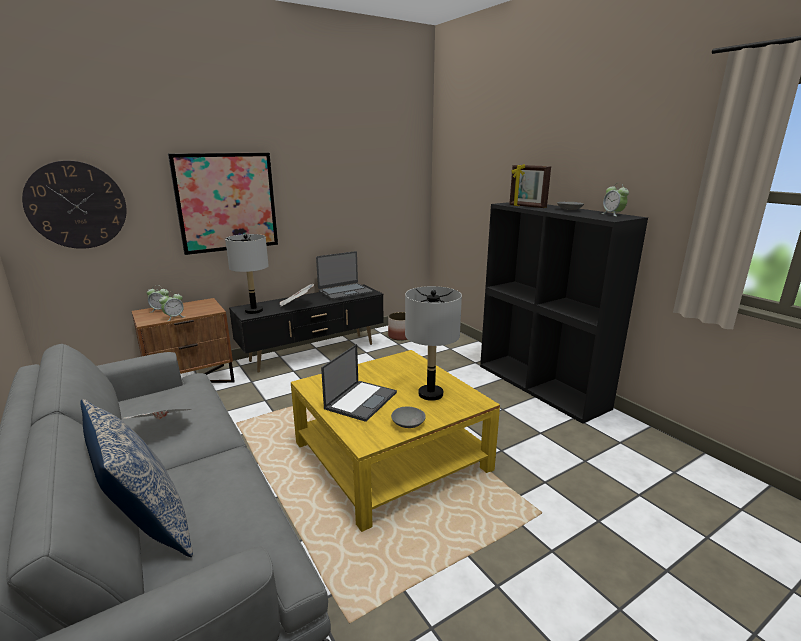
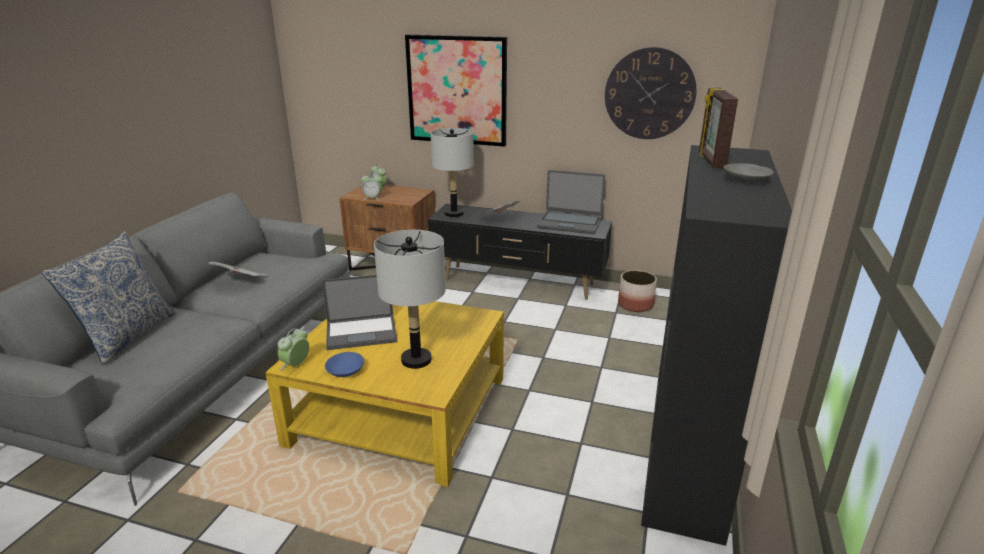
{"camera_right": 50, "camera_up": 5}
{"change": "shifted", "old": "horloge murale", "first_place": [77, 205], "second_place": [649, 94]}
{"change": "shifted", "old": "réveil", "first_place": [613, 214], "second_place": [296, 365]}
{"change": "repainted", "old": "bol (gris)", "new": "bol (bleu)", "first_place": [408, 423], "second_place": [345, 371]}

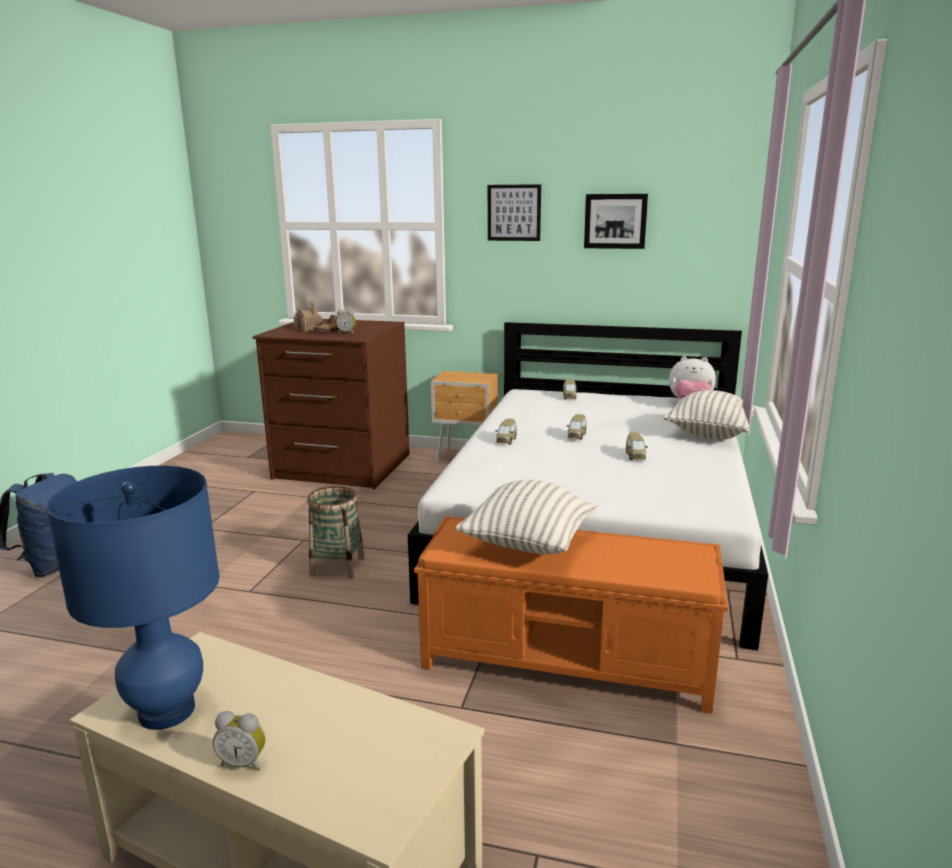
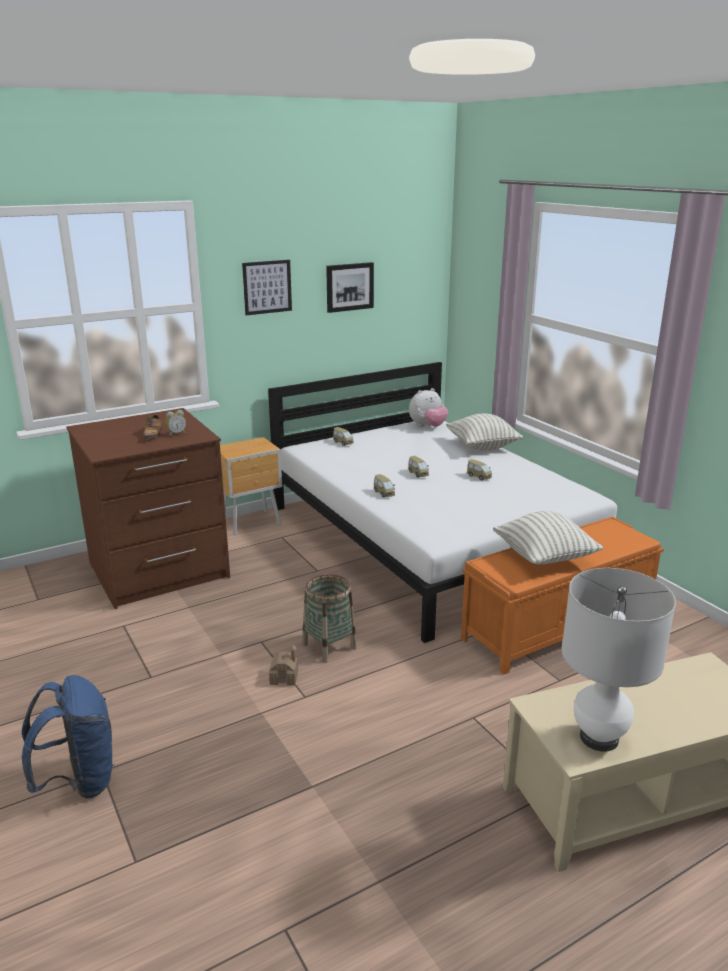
{"camera_right": -45, "camera_up": 5}
{"change": "shifted", "old": "maison miniature", "first_place": [308, 329], "second_place": [284, 677]}
{"change": "repainted", "old": "lampe de table (bleu)", "new": "lampe de table (blanc)", "first_place": [167, 711], "second_place": [599, 738]}
{"change": "gone", "old": "réveil", "first_place": [244, 762]}

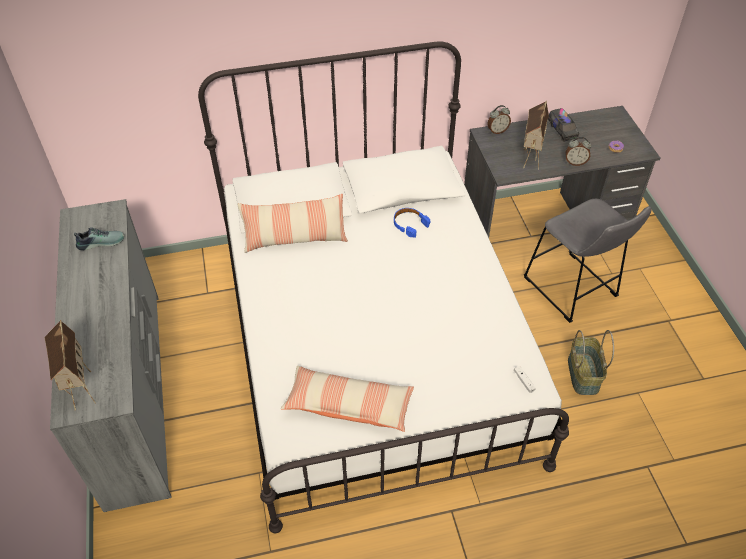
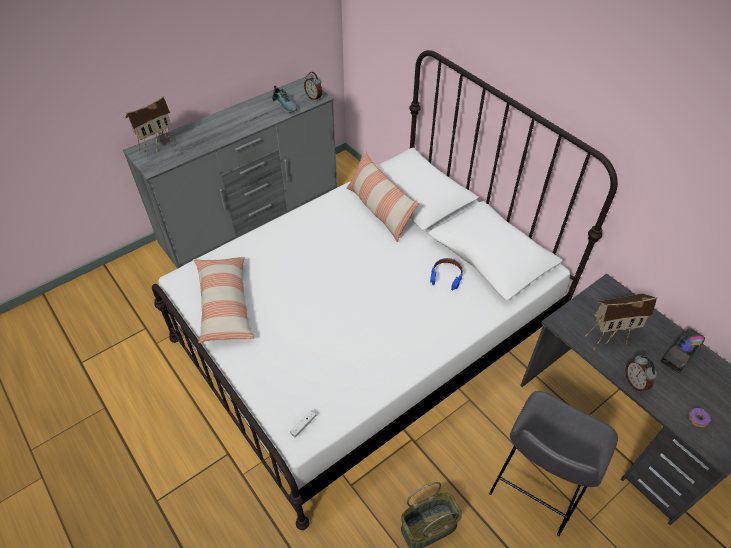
{"camera_right": 65, "camera_up": 0}
{"change": "shifted", "old": "réveil", "first_place": [497, 131], "second_place": [314, 97]}

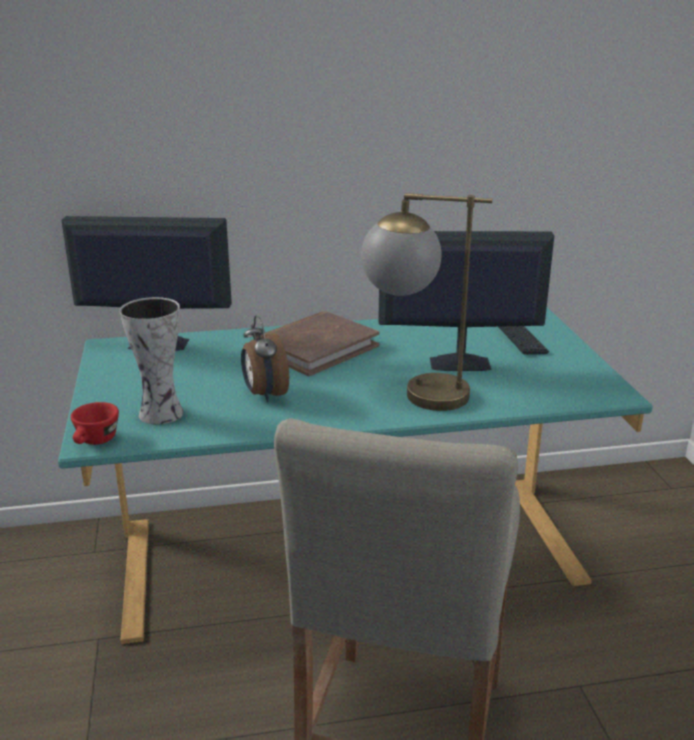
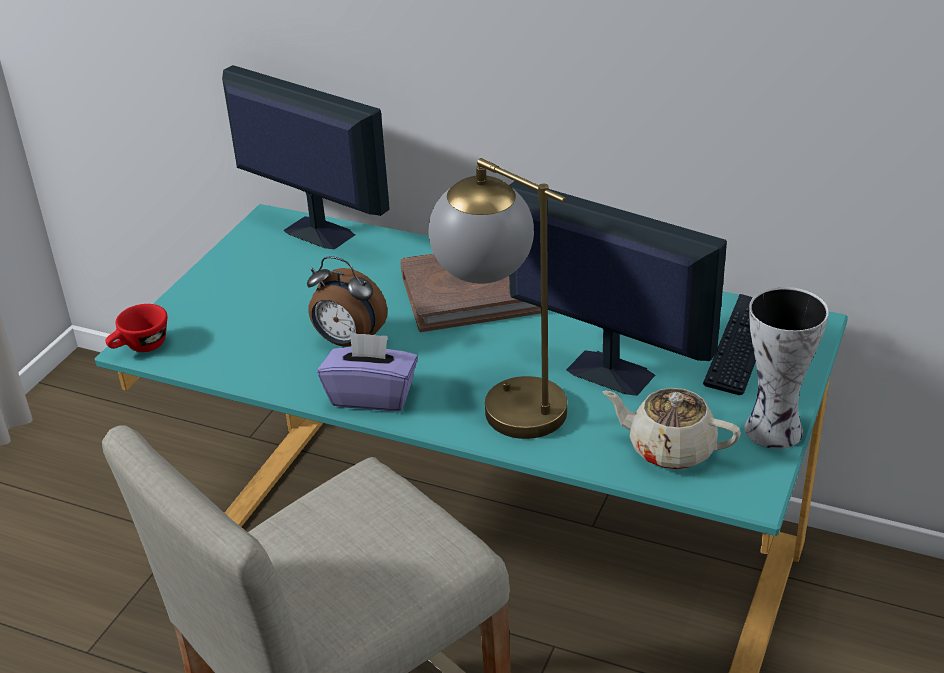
{"camera_right": 35, "camera_up": 10}
{"change": "shifted", "old": "vase", "first_place": [161, 414], "second_place": [773, 432]}
{"change": "rotated", "old": "réveil", "first_place": [264, 394], "second_place": [348, 342], "degrees": -75}
{"change": "new", "new": "boîte à mouchoirs (violet)", "second_place": [372, 395]}
{"change": "new", "new": "théière (beige)", "second_place": [670, 448]}

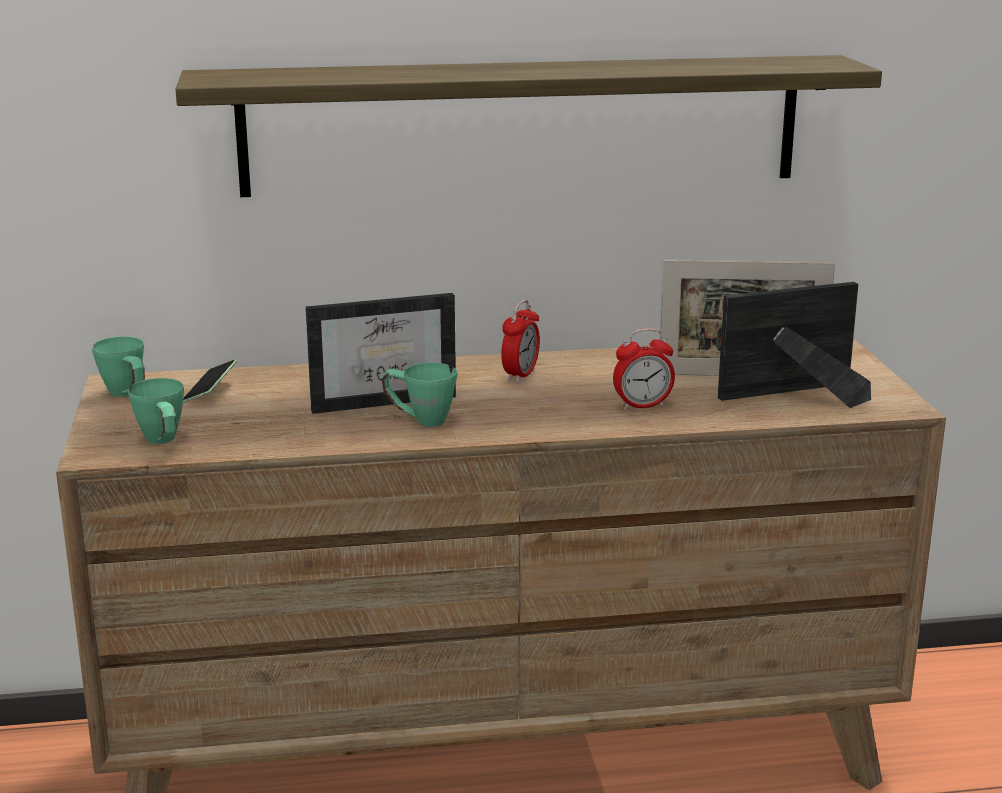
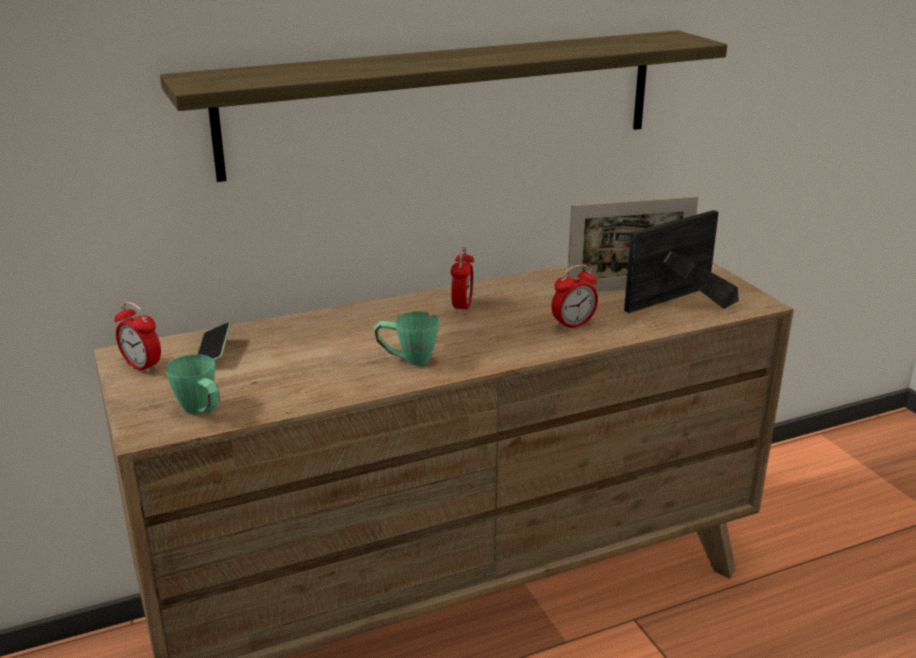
{"camera_right": -15, "camera_up": 5}
{"change": "gone", "old": "cadre photo", "first_place": [383, 398]}
{"change": "swapped", "old": "mug (vert)", "new": "réveil", "first_place": [128, 396], "second_place": [142, 366]}

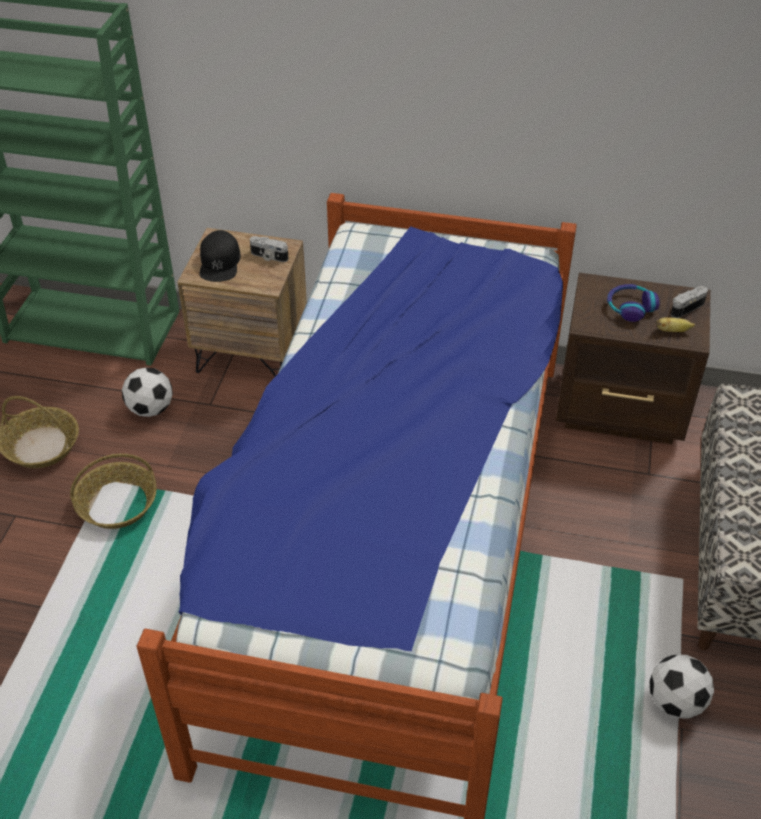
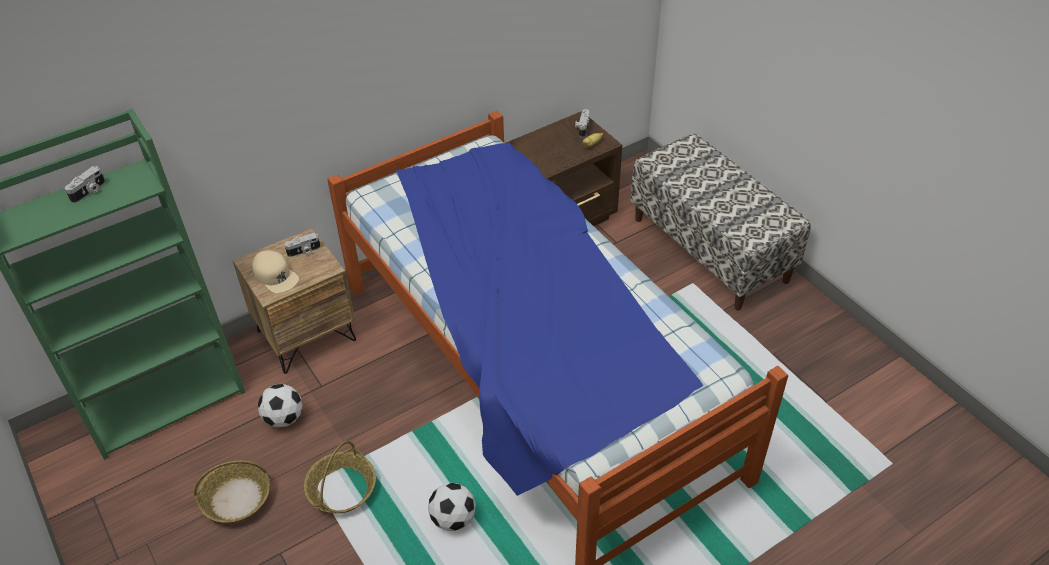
{"camera_right": -45, "camera_up": 0}
{"change": "repainted", "old": "casquette (noir)", "new": "casquette (beige)", "first_place": [220, 262], "second_place": [275, 275]}
{"change": "gone", "old": "casque audio", "first_place": [630, 307]}
{"change": "shifted", "old": "ballon de foot", "first_place": [675, 702], "second_place": [453, 519]}
{"change": "new", "new": "appareil photo", "second_place": [89, 192]}

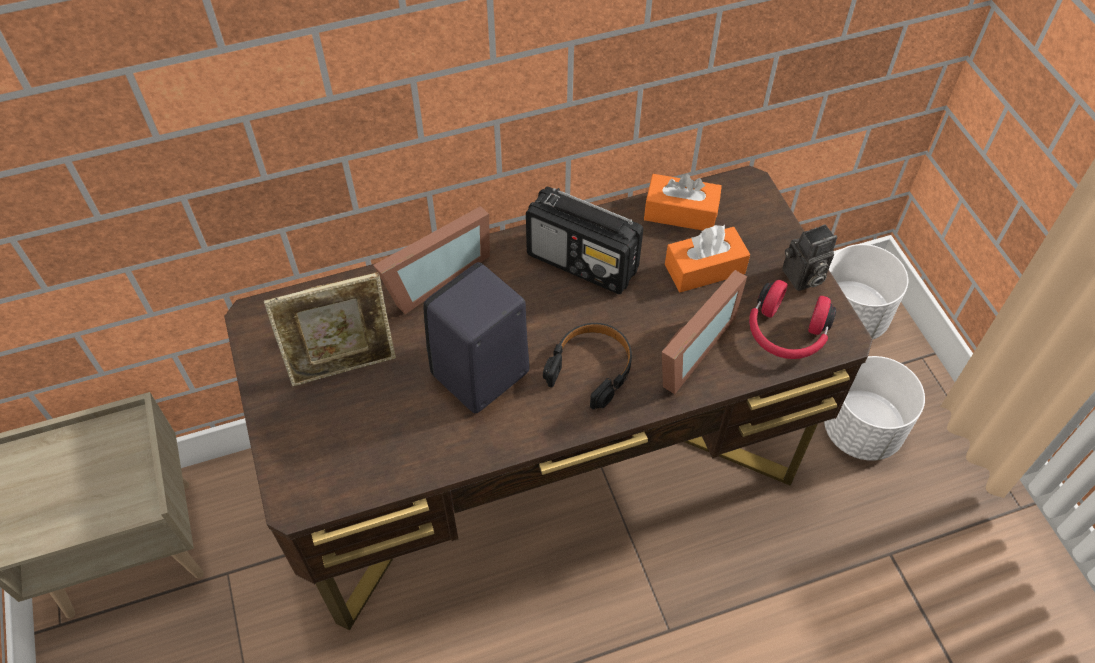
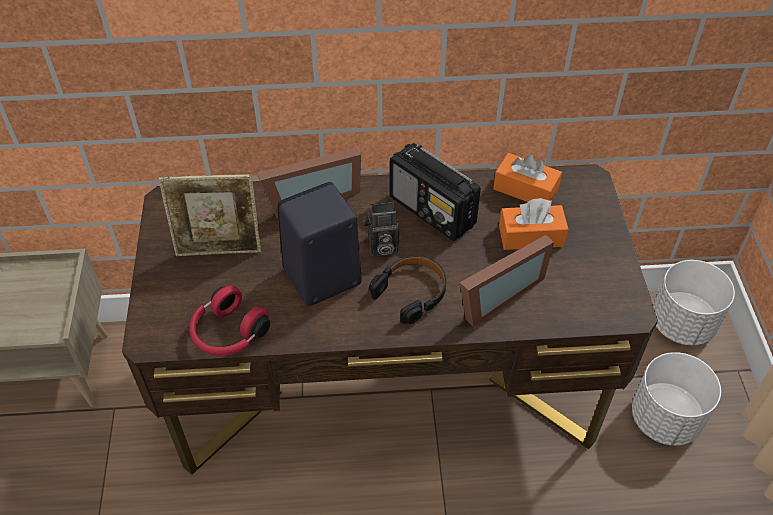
{"camera_right": 15, "camera_up": -5}
{"change": "shifted", "old": "appareil photo", "first_place": [802, 278], "second_place": [381, 247]}
{"change": "shifted", "old": "casque audio (rouge)", "first_place": [786, 334], "second_place": [228, 333]}

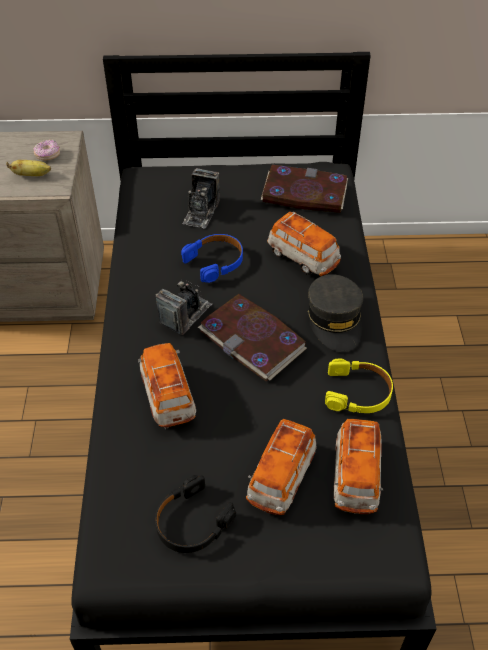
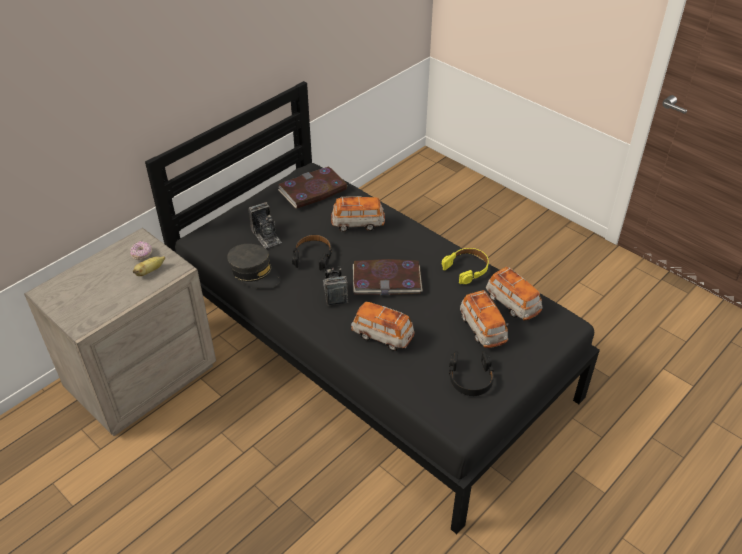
{"camera_right": -45, "camera_up": -5}
{"change": "repainted", "old": "casque audio (bleu)", "new": "casque audio (noir)", "first_place": [215, 261], "second_place": [313, 256]}
{"change": "shifted", "old": "casquette (gris)", "first_place": [335, 320], "second_place": [254, 273]}

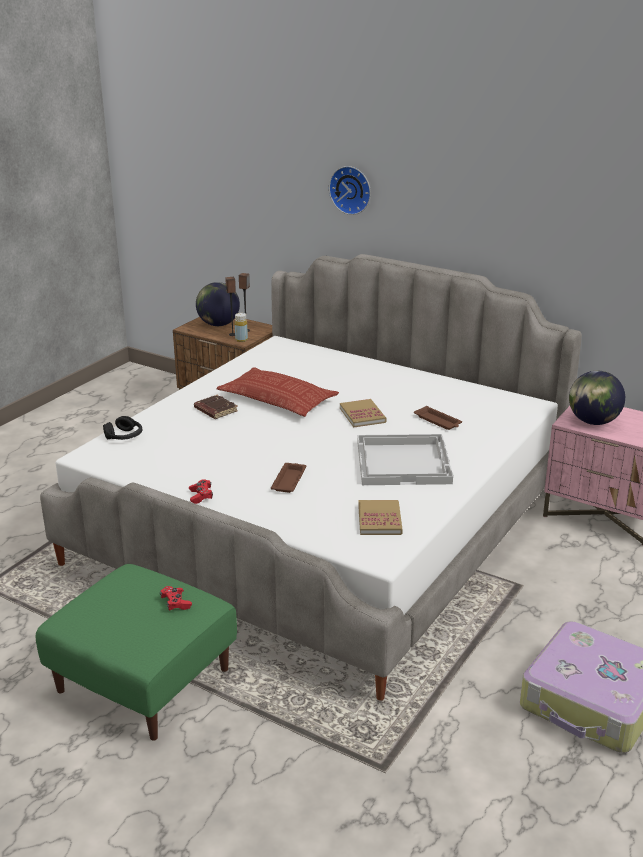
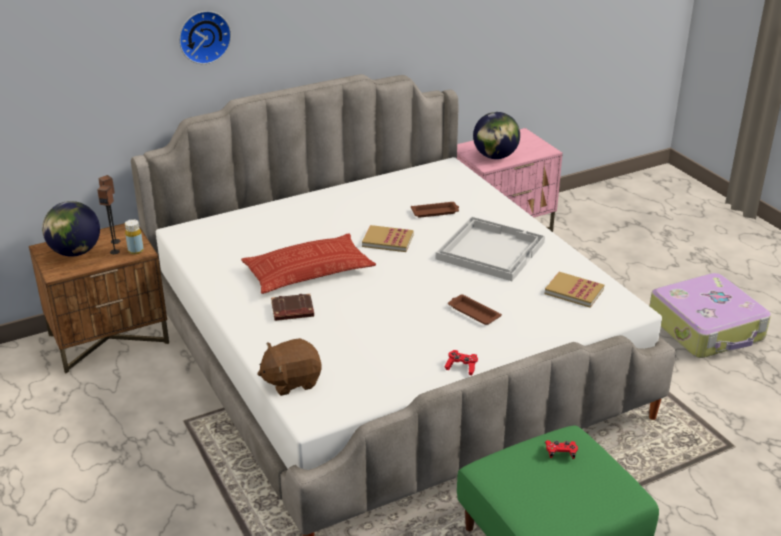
{"camera_right": -60, "camera_up": 5}
{"change": "swapped", "old": "casque audio (noir)", "new": "peluche (marron)", "first_place": [124, 436], "second_place": [291, 381]}

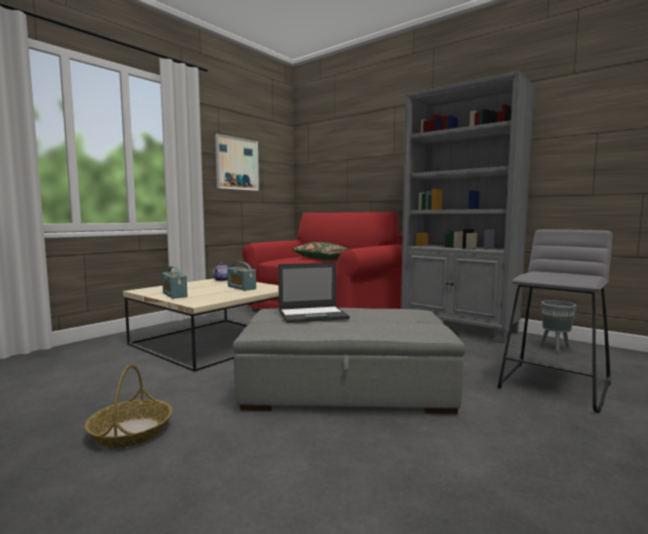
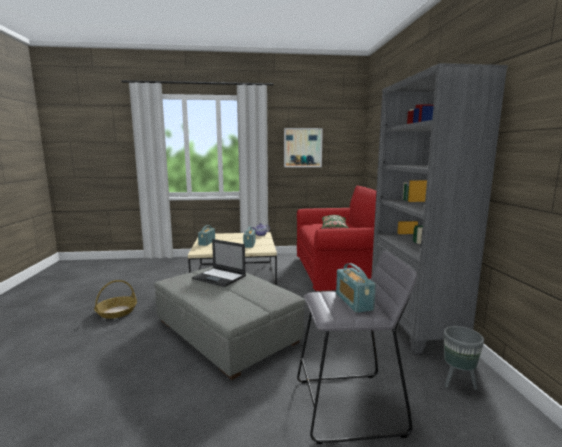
{"camera_right": 45, "camera_up": 5}
{"change": "new", "new": "radio", "second_place": [353, 302]}

